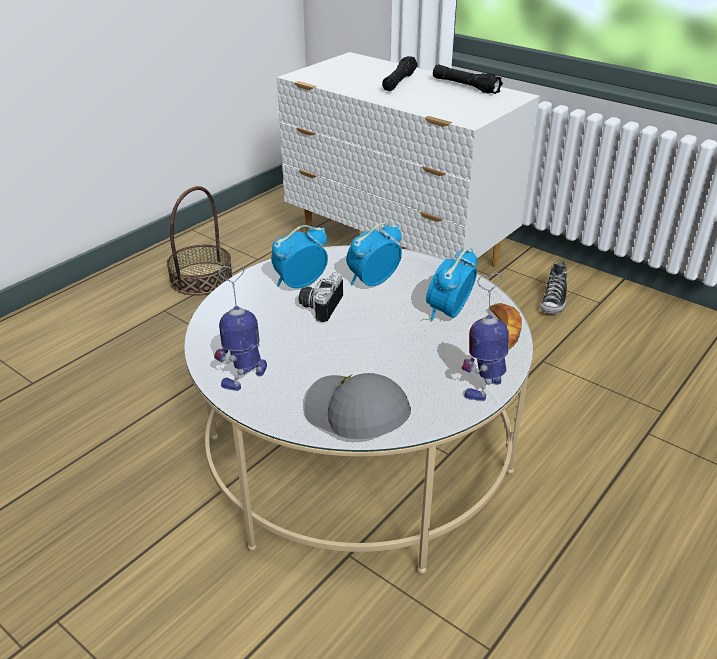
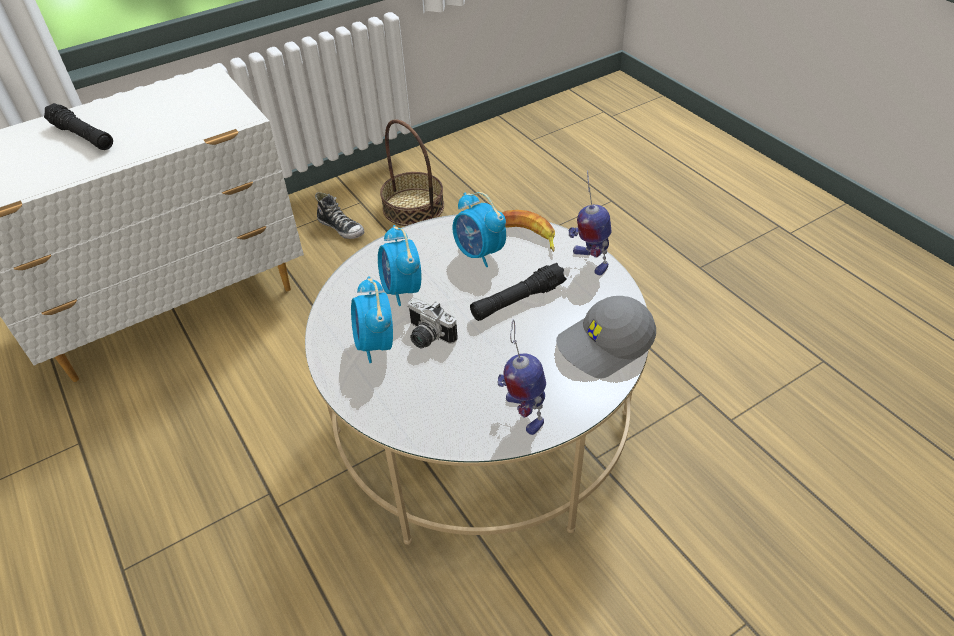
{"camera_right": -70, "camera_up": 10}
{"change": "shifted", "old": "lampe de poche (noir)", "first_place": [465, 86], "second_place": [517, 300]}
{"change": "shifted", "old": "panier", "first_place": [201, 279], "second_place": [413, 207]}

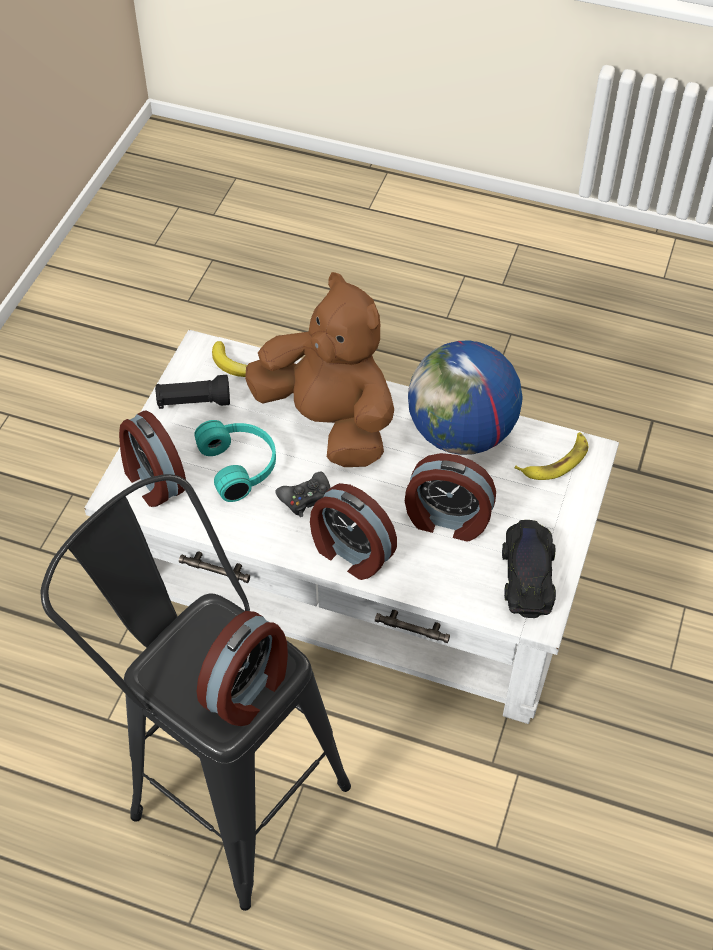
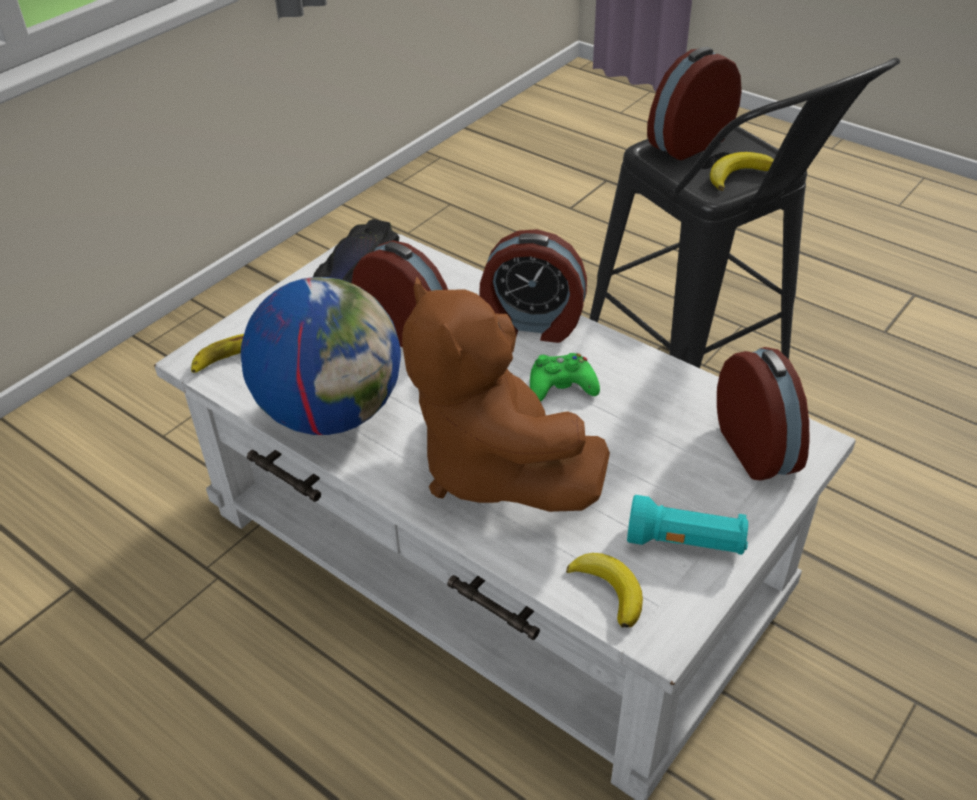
{"camera_right": -160, "camera_up": -10}
{"change": "repainted", "old": "lampe de poche (noir)", "new": "lampe de poche (turquoise)", "first_place": [193, 402], "second_place": [685, 543]}
{"change": "gone", "old": "casque audio (turquoise)", "first_place": [241, 465]}
{"change": "repainted", "old": "manette (noir)", "new": "manette (vert)", "first_place": [306, 498], "second_place": [561, 386]}
{"change": "rotated", "old": "réveil", "first_place": [351, 553], "second_place": [532, 325], "degrees": 135}
{"change": "new", "new": "banane", "second_place": [737, 174]}

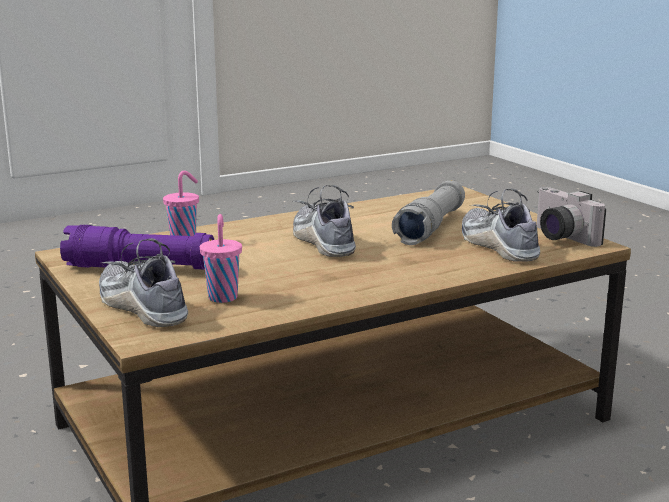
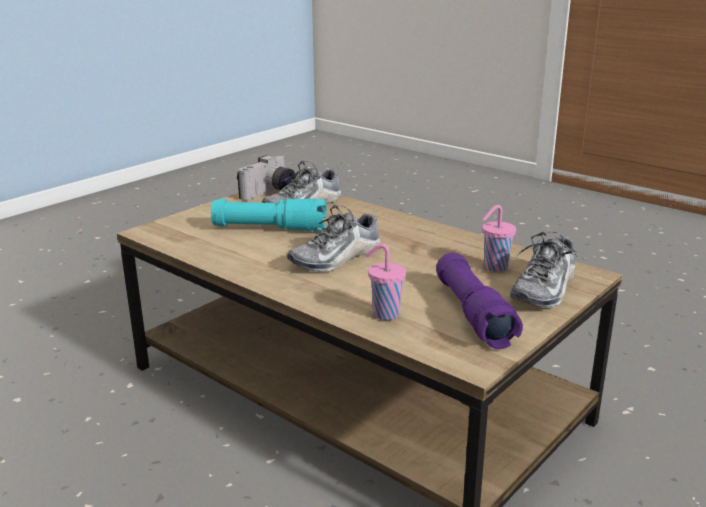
{"camera_right": -110, "camera_up": 5}
{"change": "repainted", "old": "lampe de poche (gris)", "new": "lampe de poche (turquoise)", "first_place": [431, 227], "second_place": [269, 228]}

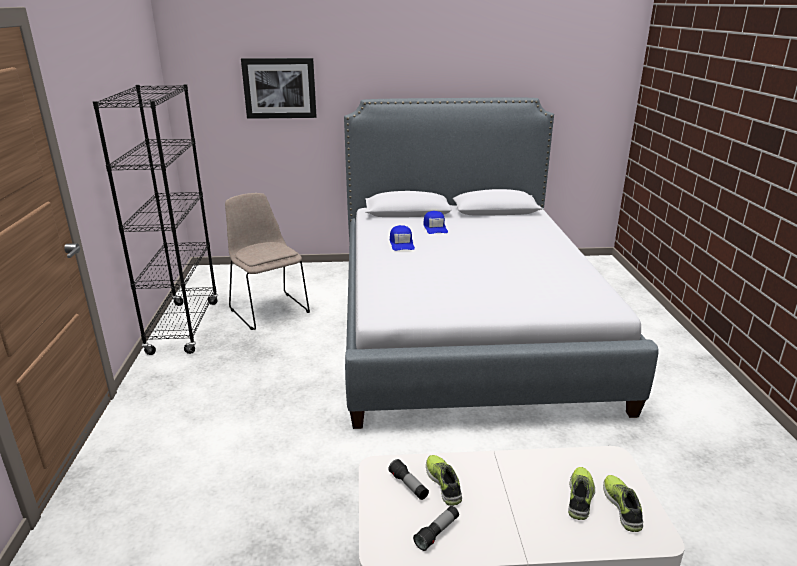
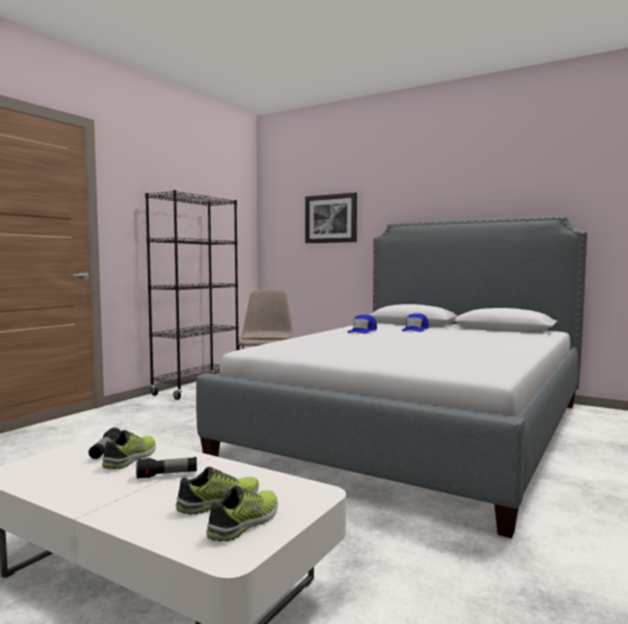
{"camera_right": 35, "camera_up": -20}
{"change": "shifted", "old": "lampe de poche", "first_place": [437, 533], "second_place": [167, 475]}

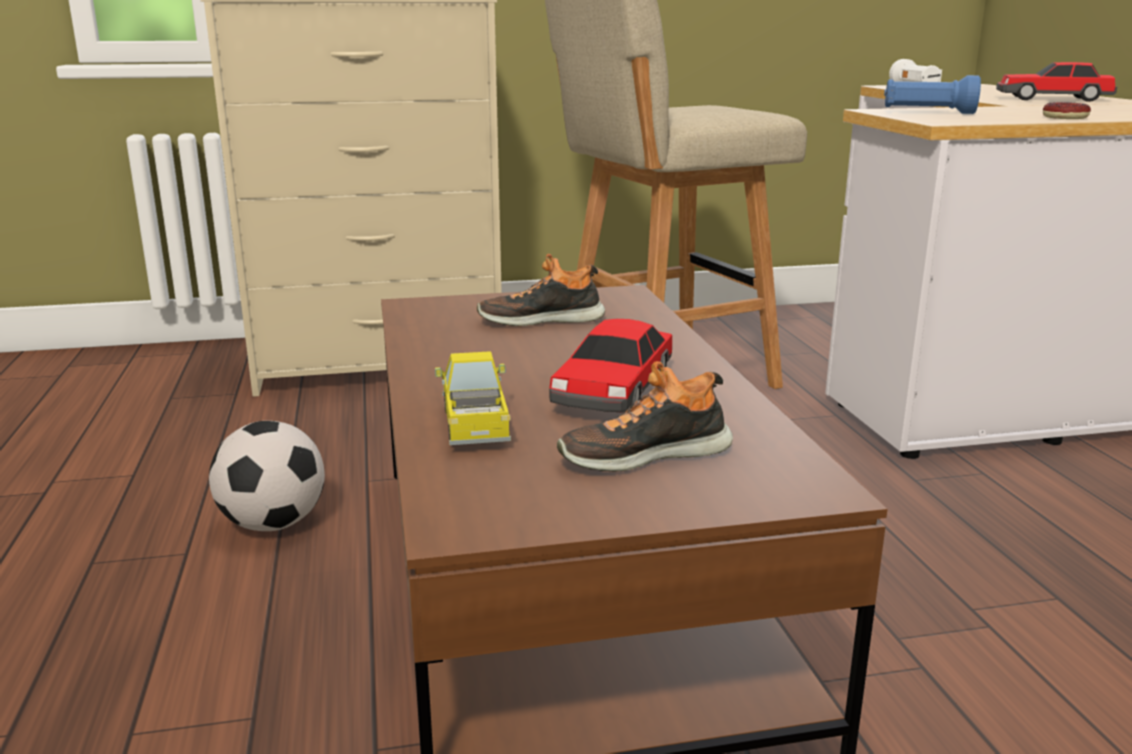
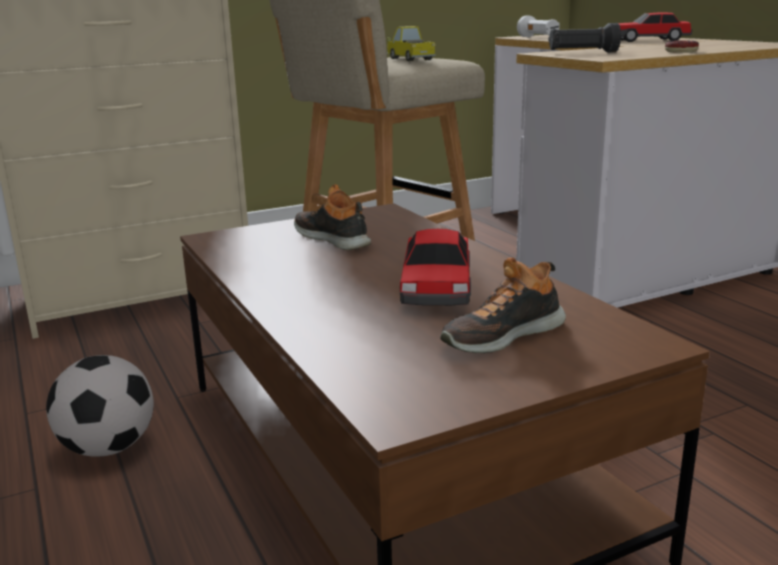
{"camera_right": -15, "camera_up": 0}
{"change": "repainted", "old": "lampe de poche (bleu)", "new": "lampe de poche (noir)", "first_place": [928, 112], "second_place": [582, 53]}
{"change": "rotated", "old": "chaussure", "first_place": [541, 319], "second_place": [333, 239], "degrees": 75}
{"change": "shifted", "old": "camion jouet", "first_place": [475, 425], "second_place": [410, 59]}

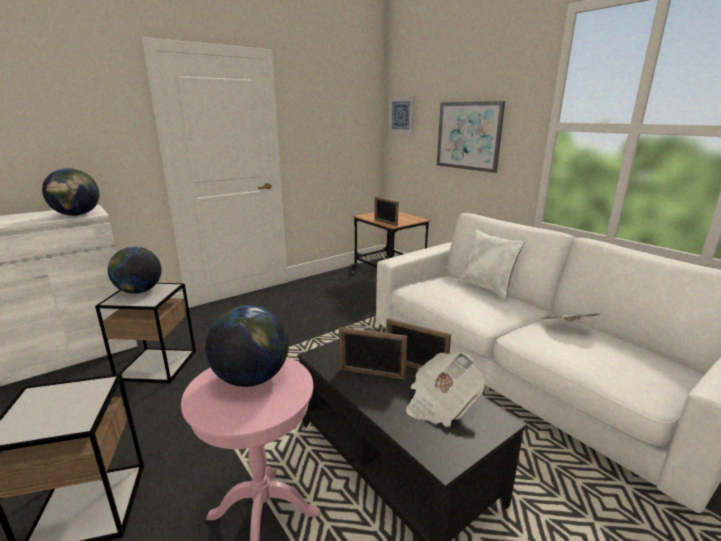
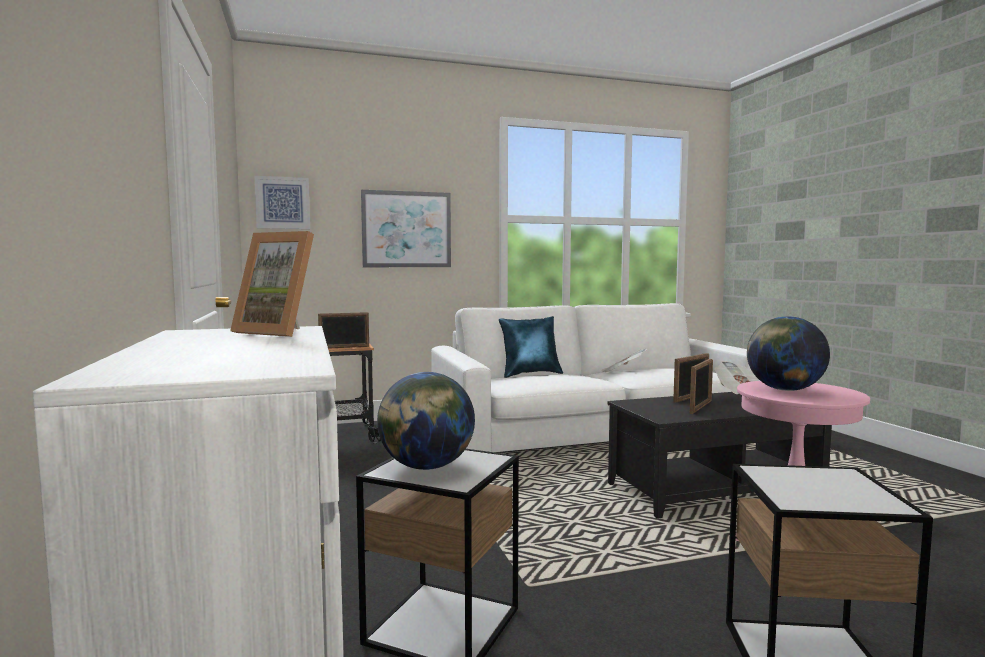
{"camera_right": -70, "camera_up": -15}
{"change": "swapped", "old": "globe", "new": "cadre photo", "first_place": [77, 215], "second_place": [281, 332]}
{"change": "repainted", "old": "coussin (blanc)", "new": "coussin (bleu)", "first_place": [487, 288], "second_place": [530, 374]}

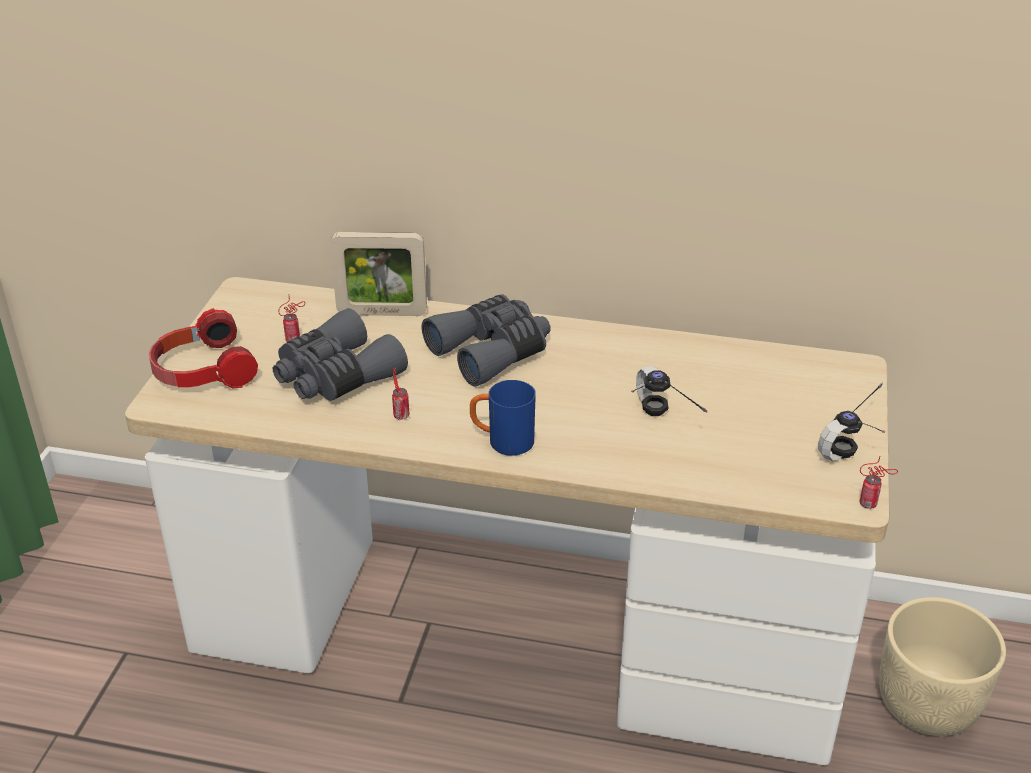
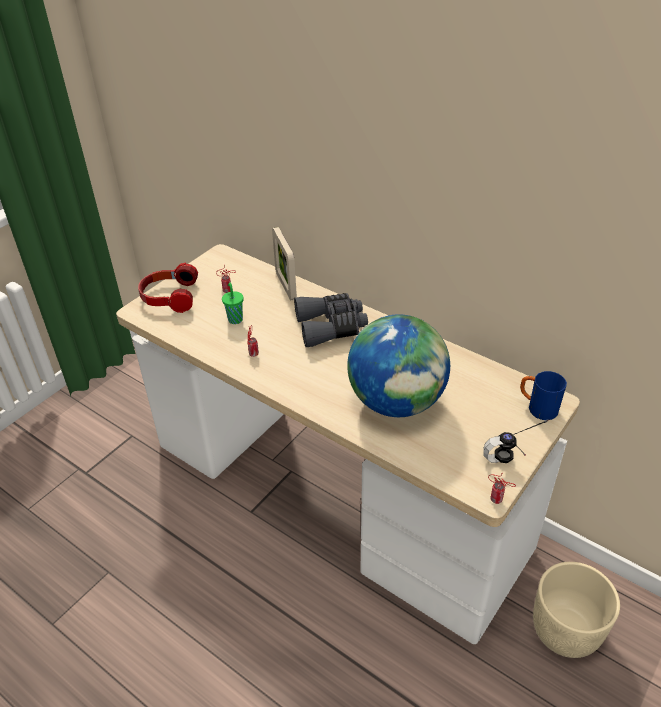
{"camera_right": 25, "camera_up": 5}
{"change": "rotated", "old": "cadre photo", "first_place": [382, 312], "second_place": [286, 286], "degrees": 45}
{"change": "swapped", "old": "jumelles (gris)", "new": "tasse (vert)", "first_place": [335, 376], "second_place": [235, 319]}
{"change": "swapped", "old": "casque audio", "new": "globe", "first_place": [655, 423], "second_place": [396, 402]}
{"change": "shifted", "old": "mug (bleu)", "first_place": [502, 441], "second_place": [537, 408]}

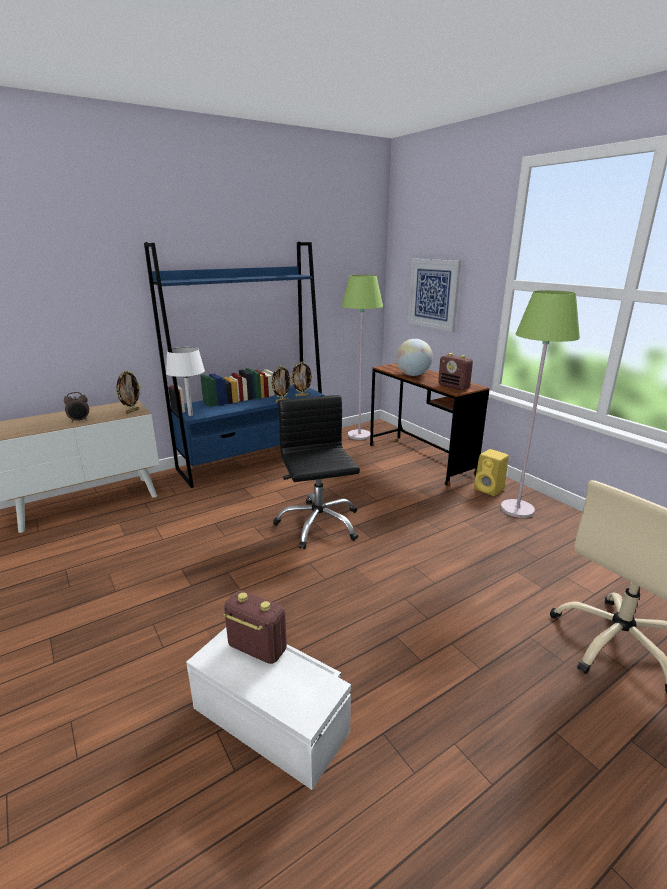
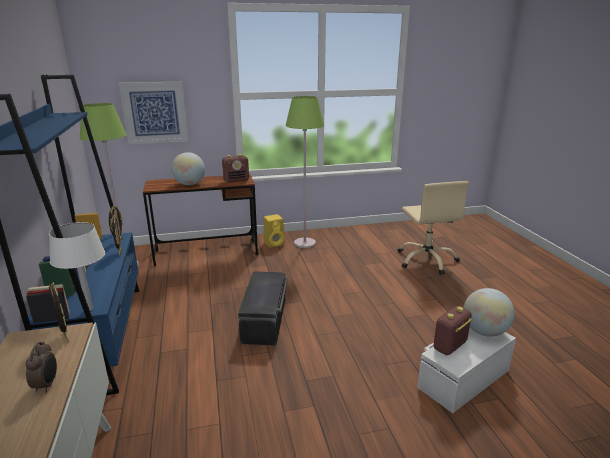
{"camera_right": -70, "camera_up": 0}
{"change": "swapped", "old": "chaise de bureau (noir)", "new": "boîte de rangement (noir)", "first_place": [318, 524], "second_place": [265, 320]}
{"change": "new", "new": "globe", "second_place": [484, 331]}

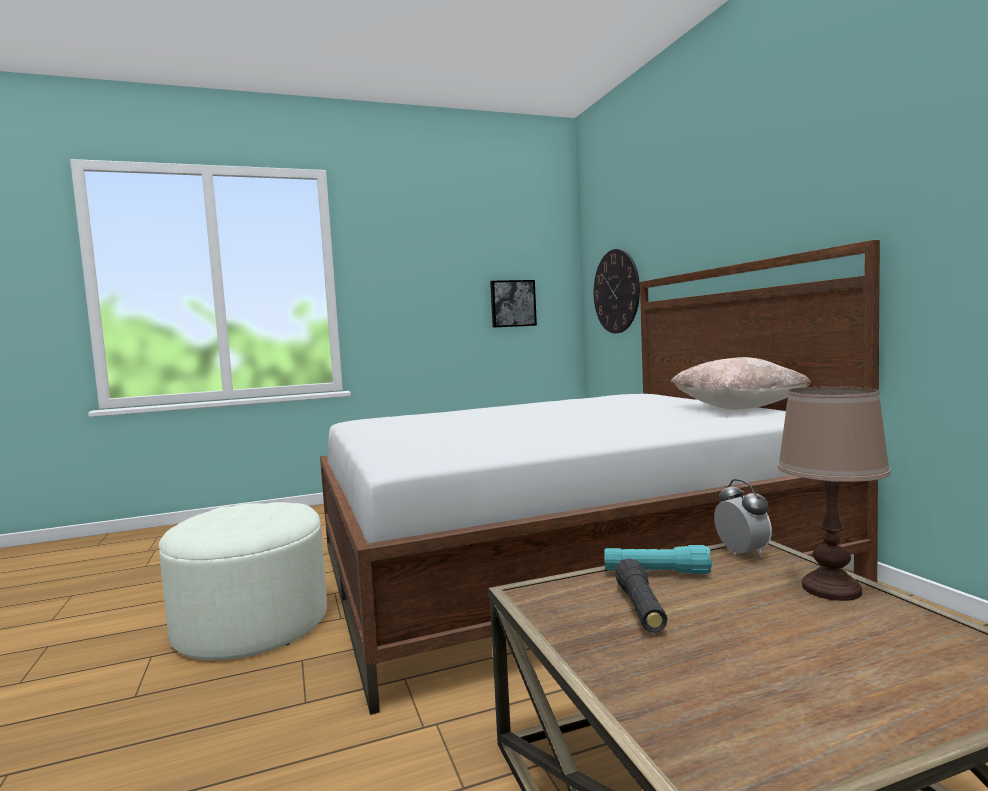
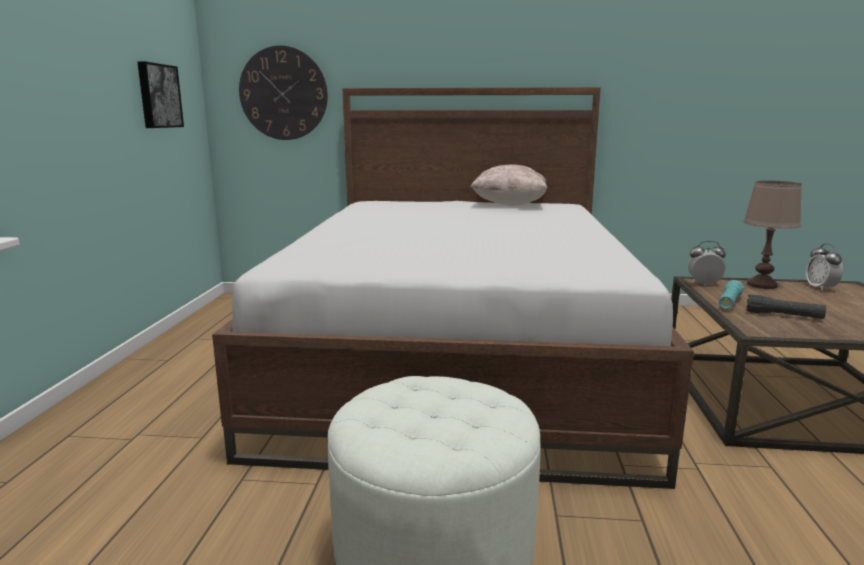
{"camera_right": -65, "camera_up": 10}
{"change": "new", "new": "réveil", "second_place": [820, 288]}

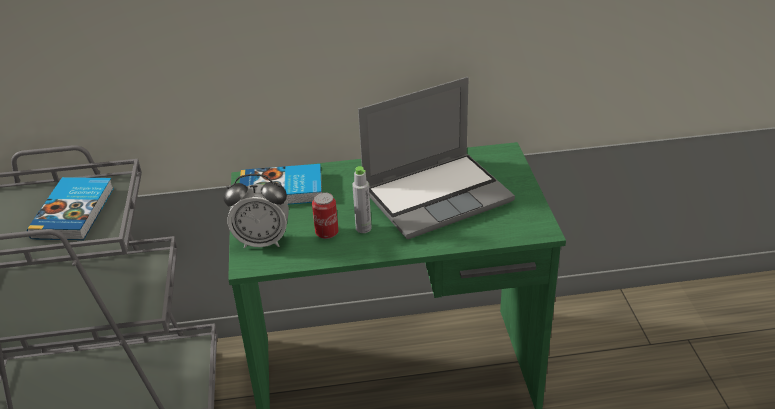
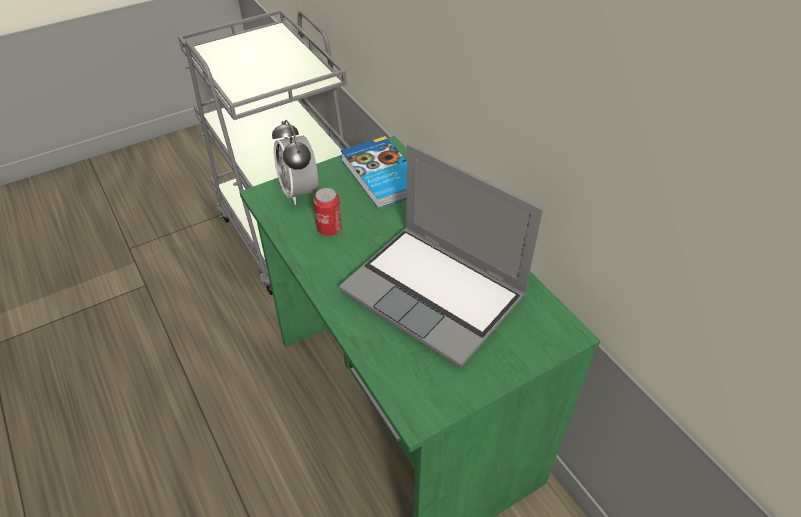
{"camera_right": 65, "camera_up": 10}
{"change": "gone", "old": "bouteille (gris)", "first_place": [363, 228]}
{"change": "gone", "old": "livre", "first_place": [75, 212]}

